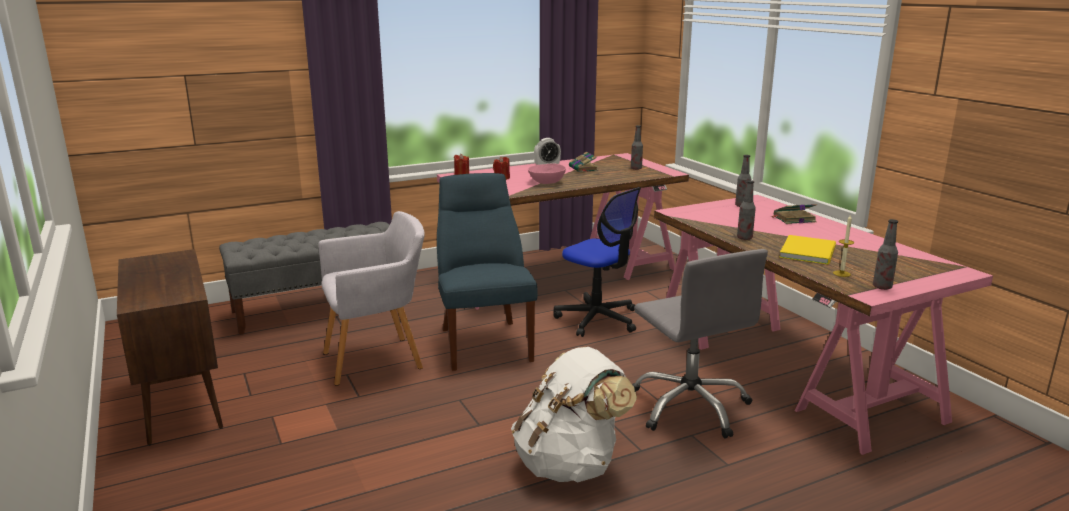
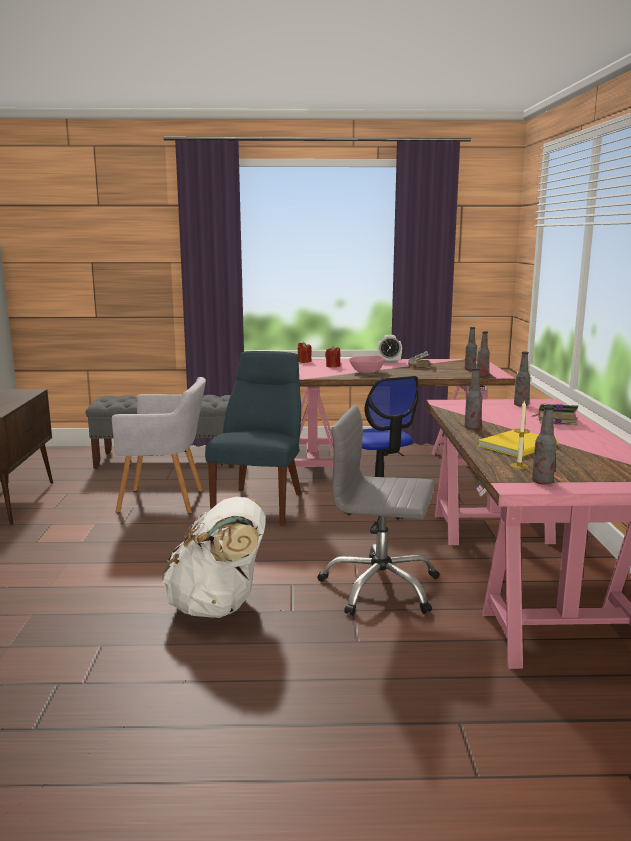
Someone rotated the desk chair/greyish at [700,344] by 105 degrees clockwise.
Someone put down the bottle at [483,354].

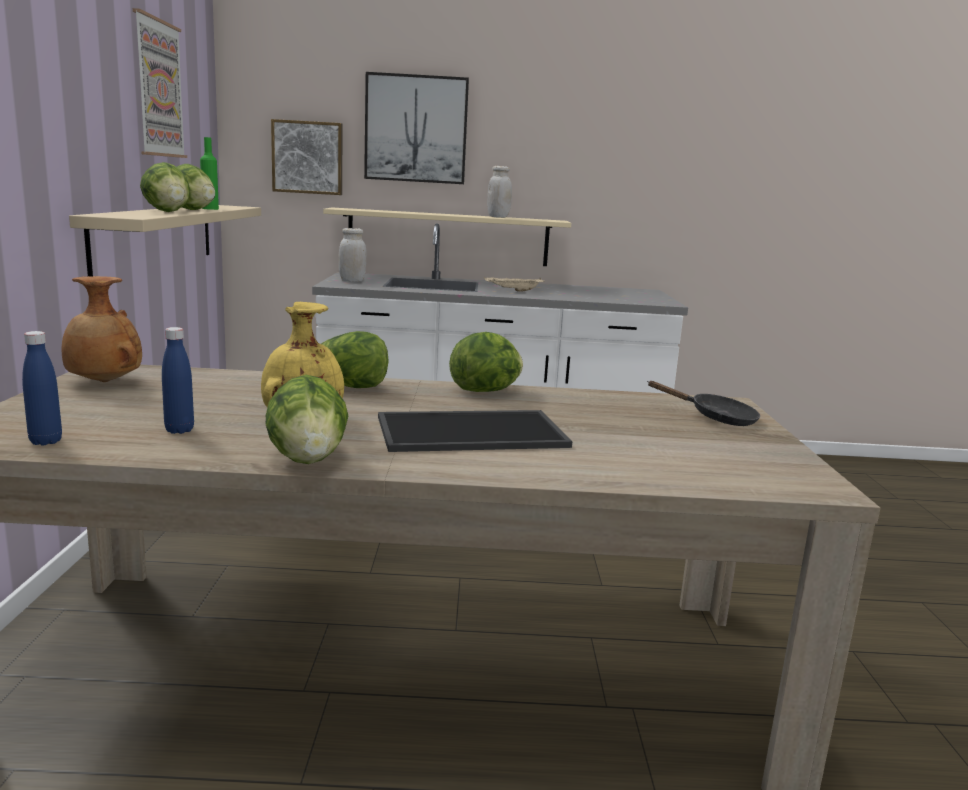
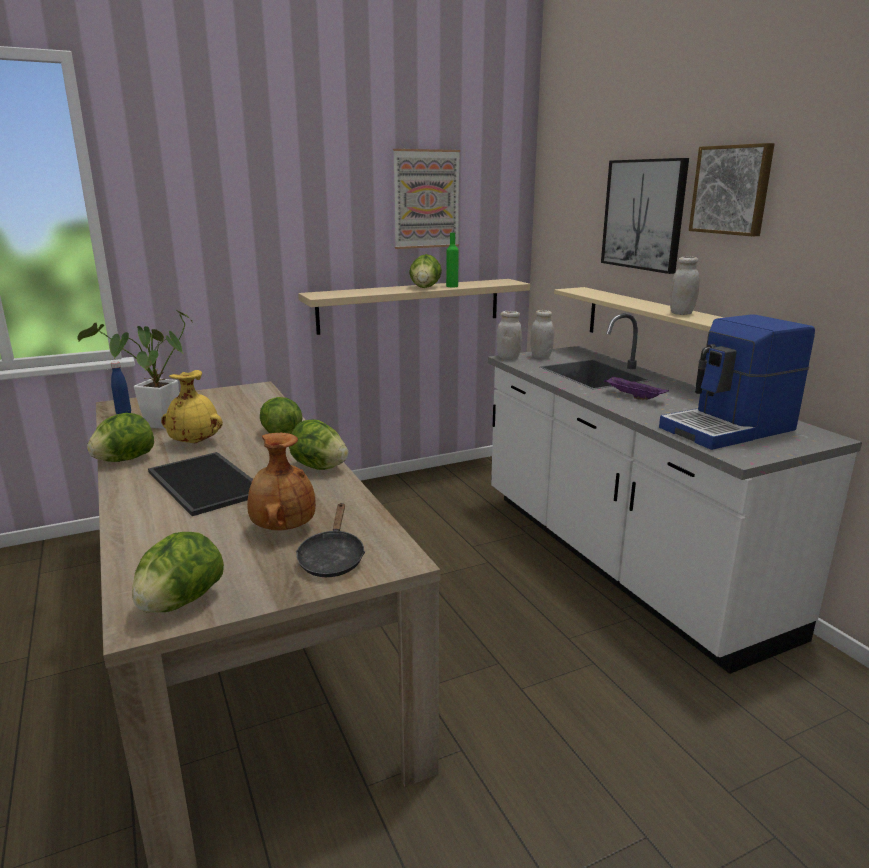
Someone carried the flower vase/brown from [102,329] to [281,482].
Someone carried the head of lettuce from [165,187] to [178,572].
Someone swapped the bottle/blue-coloured at [178,380] for the plant in a pot at [135,369].
Someone carried the wall picture from [307,157] to [732,190].
Someone repainted the carrying tray/sand-coloured at [514,284], which became the carrying tray/purplish at [636,388].
Someone put down the storage jar/white-coloured at [509,335].
Someone put down the coffee brewer at [737,382].

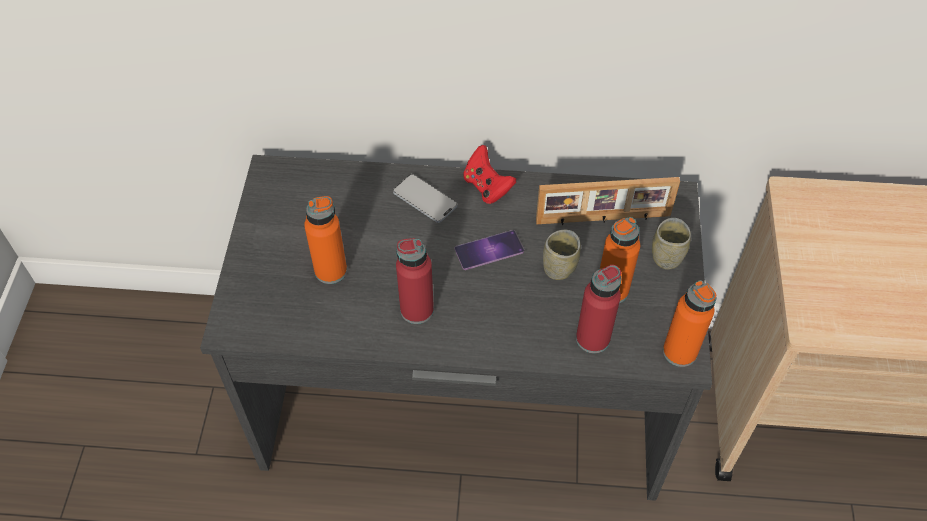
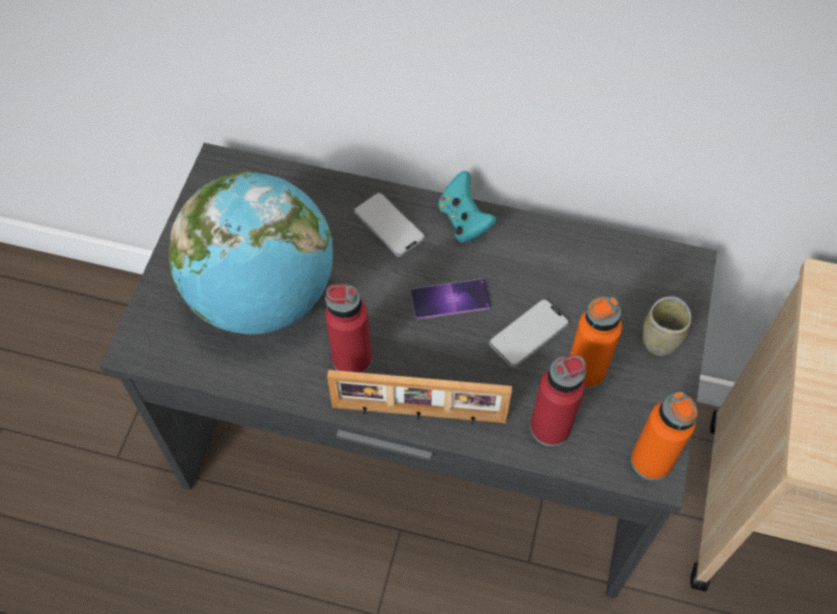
Someone swapped the bottle/orangey at [325,240] for the world globe at [251,253].
Someone repainted the game controller/reddish at [489,174], which became the game controller/turquoise-coloured at [467,207].
Someone carried the standing frame from [608,201] to [419,397].
Someone swapped the small cup at [561,255] for the telephone at [529,333].

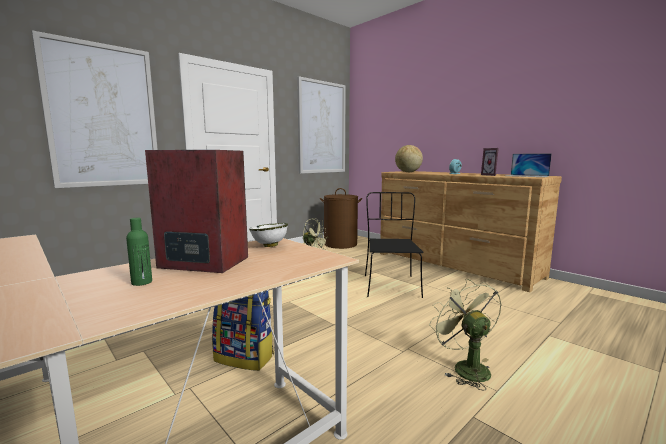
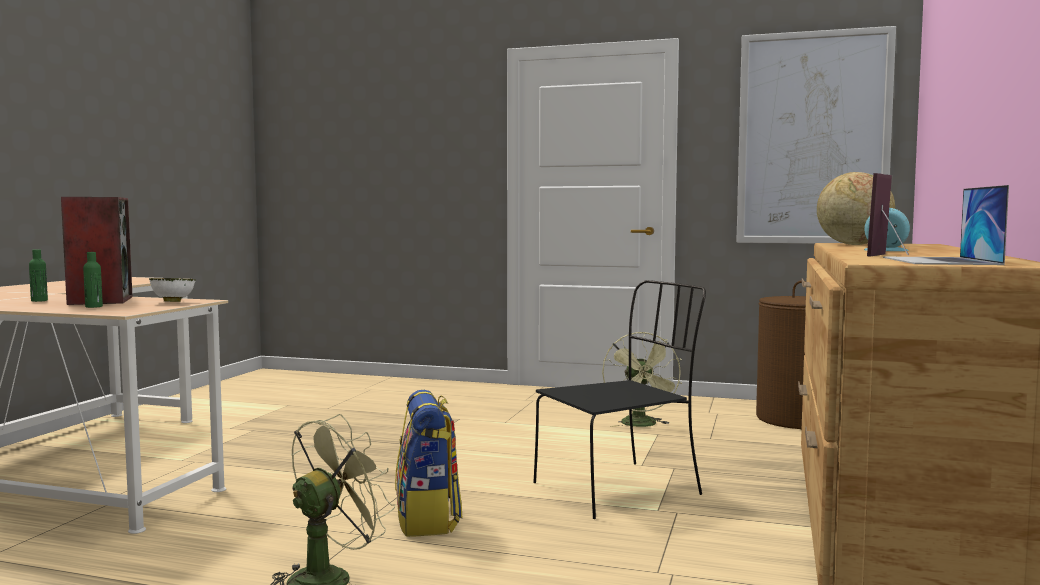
Someone took away the wall picture at [95,109].
Someone carried the knapsack from [243,331] to [428,463].
Someone put down the bottle/green at [93,280].

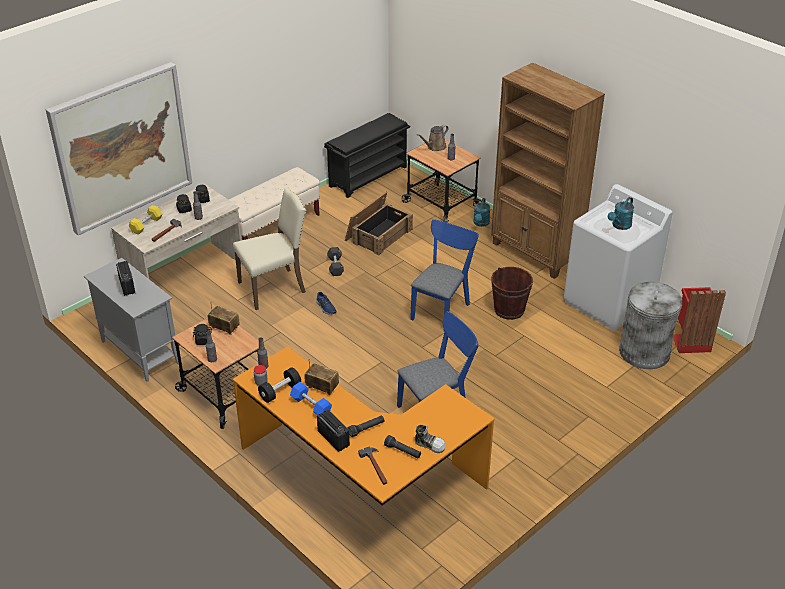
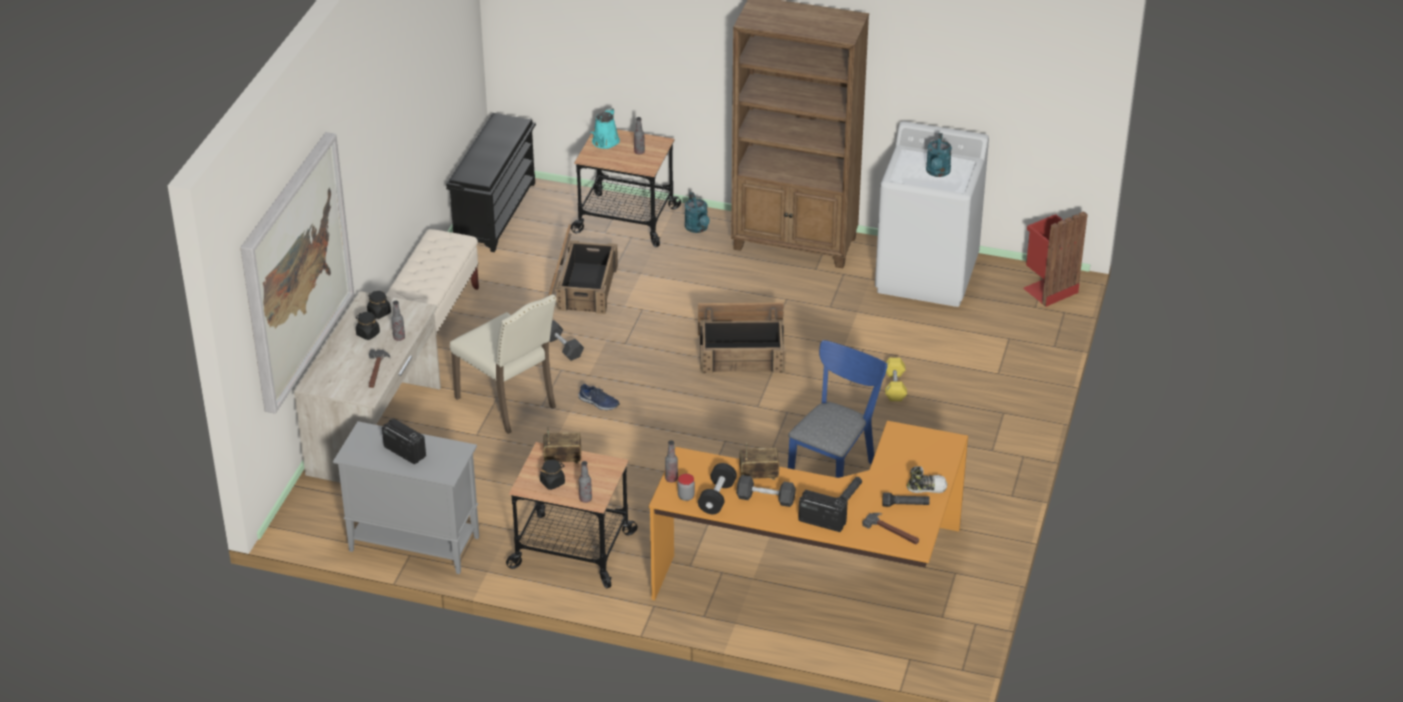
Someone carried the hand weight/yellow from [145,220] to [896,379].
Someone rotated the upright chair/sand-coloured at [269,248] by 105 degrees clockwise.
Someone repainted the hand weight/blue-coloured at [311,399], which became the hand weight/blackish at [766,491].
Someone swapped the upright chair/blue-coloured at [444,275] for the packing crate at [741,338].
Someone repainted the watering can/brown at [432,138], which became the watering can/turquoise-coloured at [605,128].
Someone took away the water bucket/brown at [512,293].
Someone took away the waste bin/greyish at [650,325].

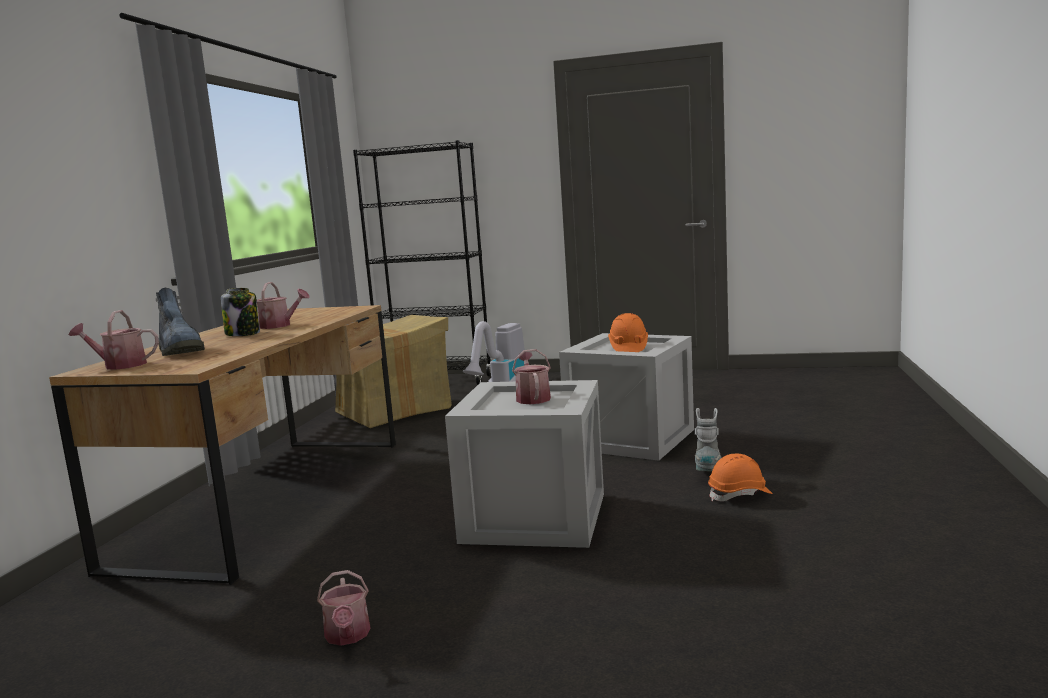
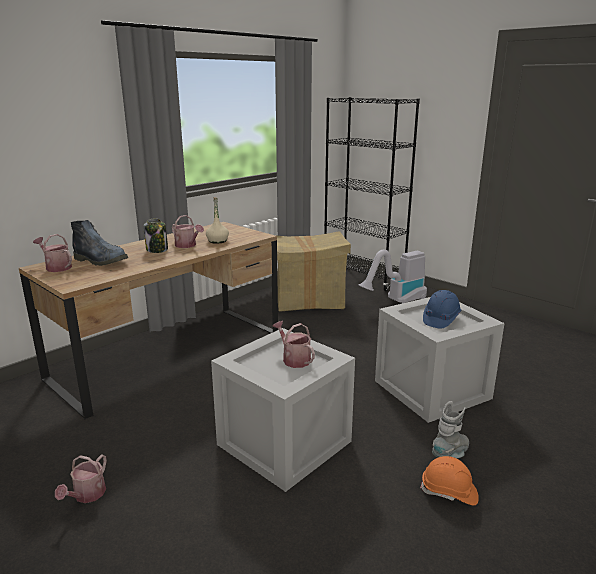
Someone rotated the high-top boot at [180,322] by 60 degrees counterclockwise.
Someone rotated the watering can at [531,376] by 60 degrees counterclockwise.
Someone repainted the safety helmet/orangey at [628,332], which became the safety helmet/blue-coloured at [442,309].
Someone put down the bottle/sand-coloured at [217,220].

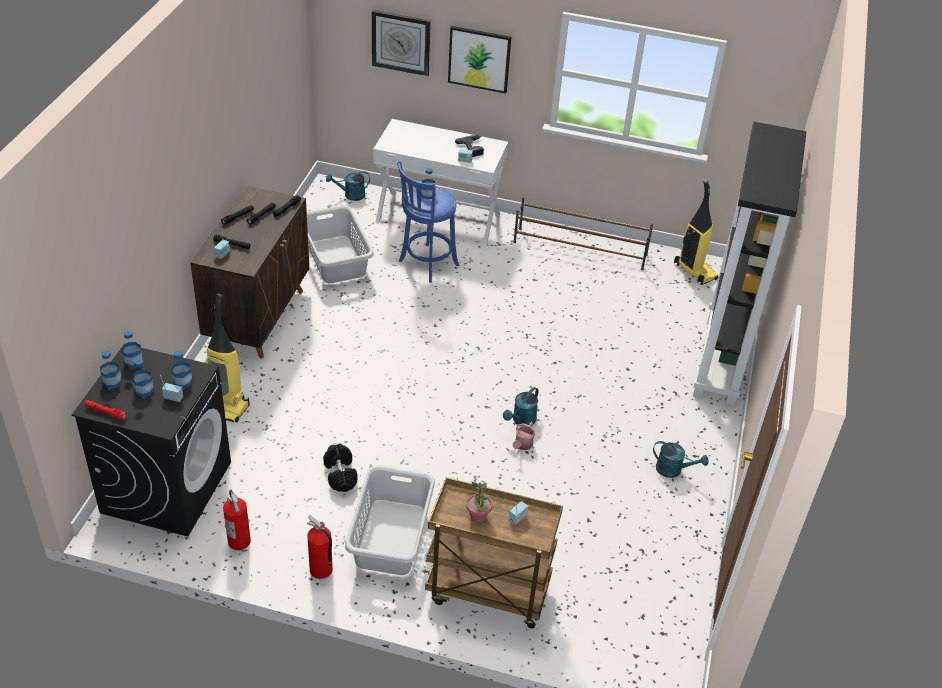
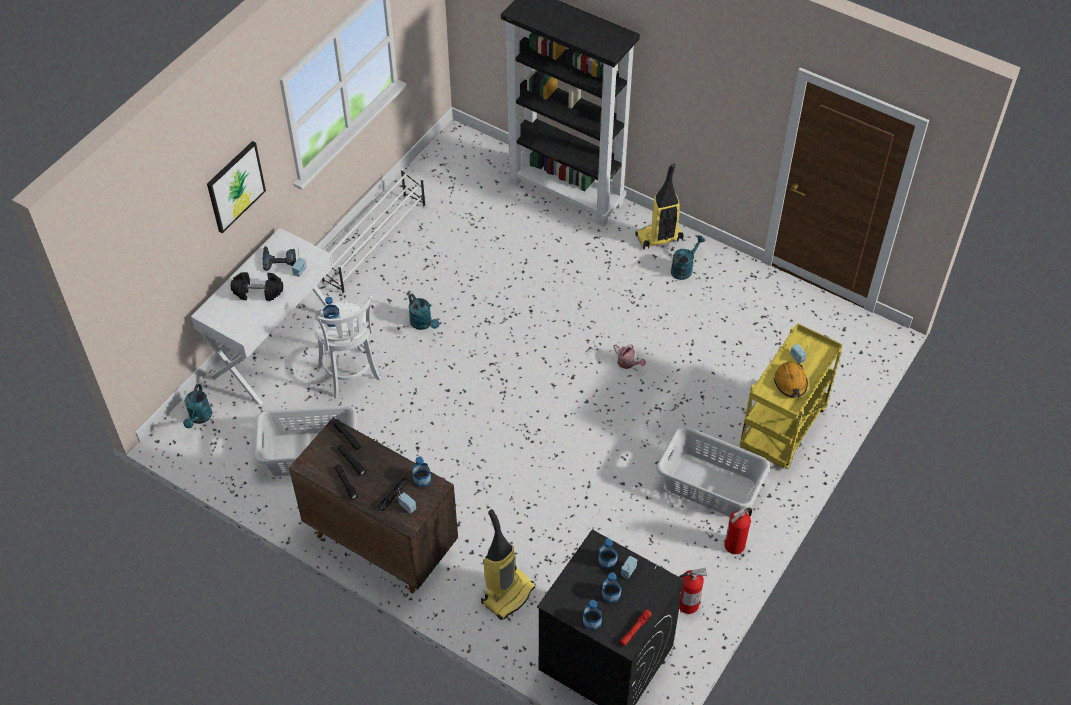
Someone carried the bottle from [132,349] to [421,471].
Someone carried the hand weight/blackish from [340,468] to [257,286].
Someone took away the clock on the wall at [401,43].
Someone repainted the sitting stool/blue-coloured at [428,222], which became the sitting stool/white-coloured at [347,347].
Someone repainted the cart/brown at [494,552], which became the cart/yellow at [791,396].
Someone swapped the plant in a pot at [479,502] for the safety helmet/orangey at [791,380].
Someone carried the watering can/turquoise-coloured from [521,406] to [423,312].
Someone repainted the shoe shelf/brown at [583,233], which became the shoe shelf/white-coloured at [374,231].
Someone carried the vacuum from [696,232] to [659,206].

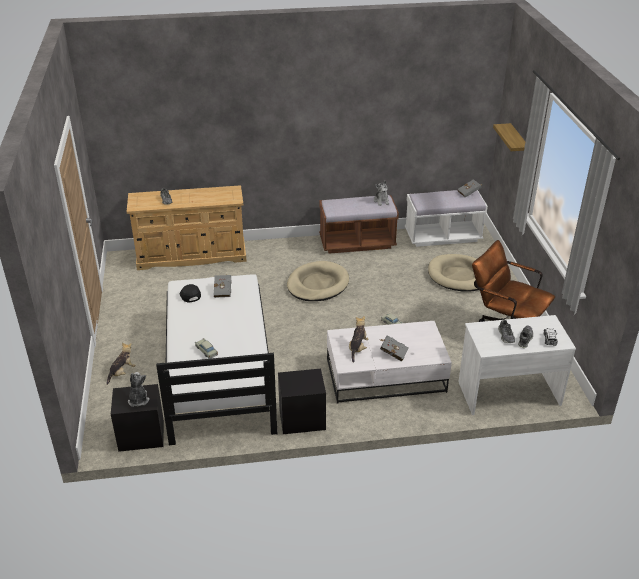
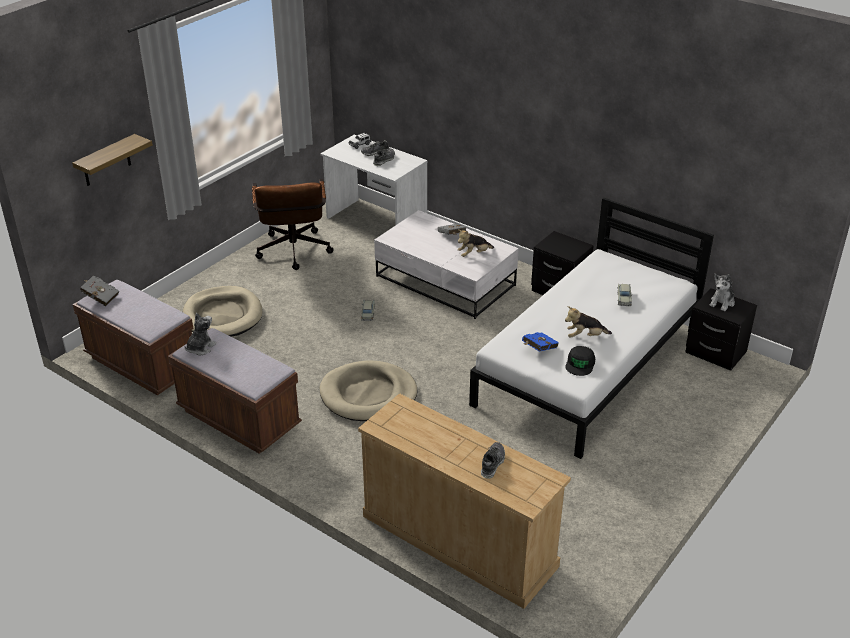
Someone carried the soft toy from [121,364] to [588,322].
Someone repainted the book/greyish at [223,286], which became the book/blue-coloured at [540,341].
Someone repainted the indoor bench/white-coloured at [446,218], which became the indoor bench/brown at [133,337].

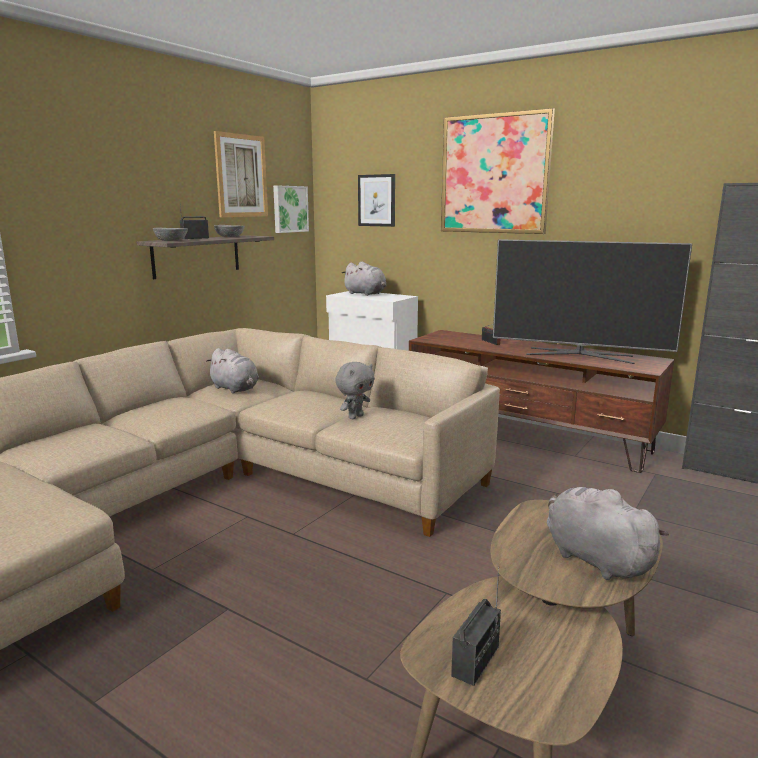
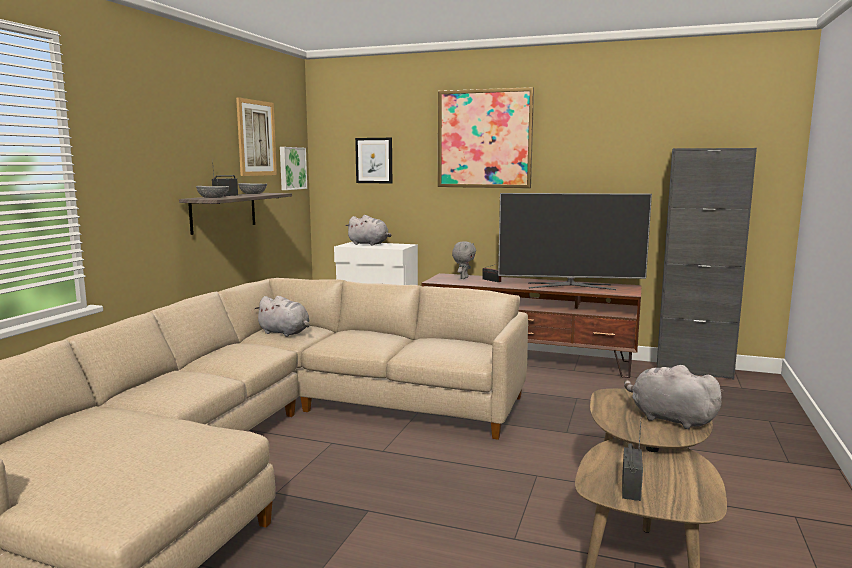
Someone carried the soft toy/greyish from [355,390] to [464,260].

